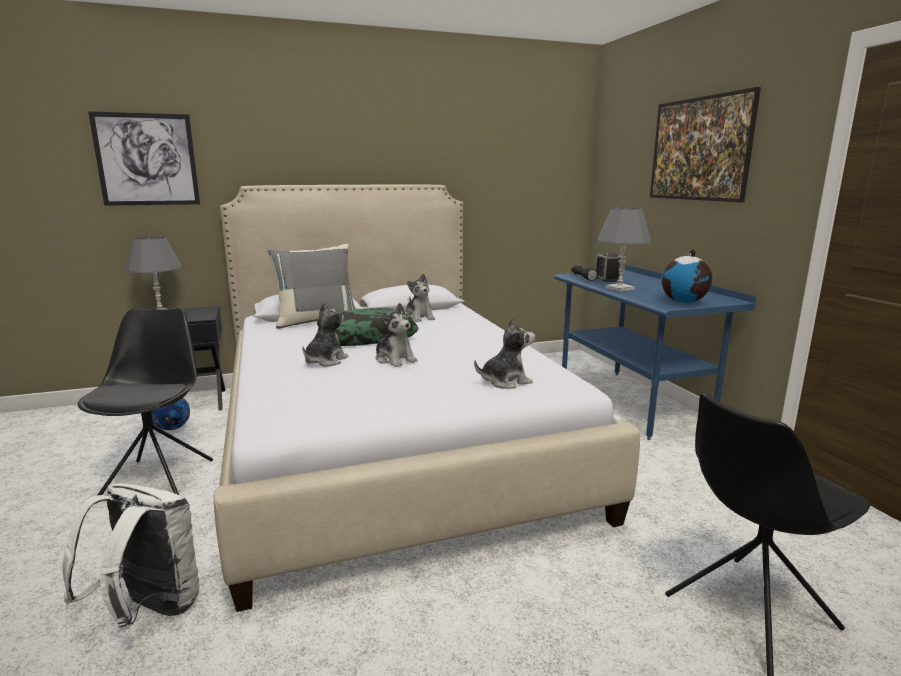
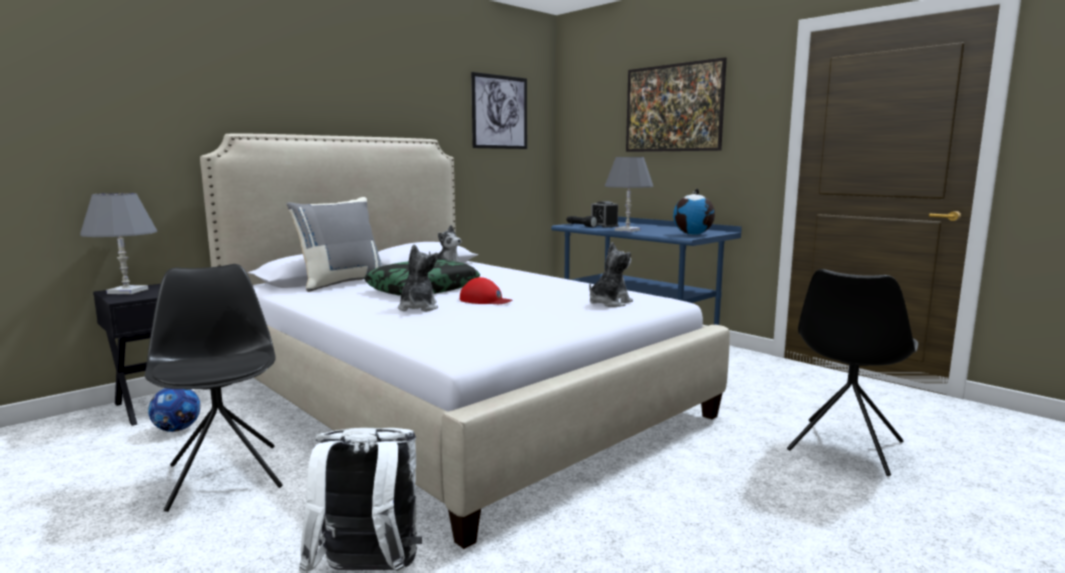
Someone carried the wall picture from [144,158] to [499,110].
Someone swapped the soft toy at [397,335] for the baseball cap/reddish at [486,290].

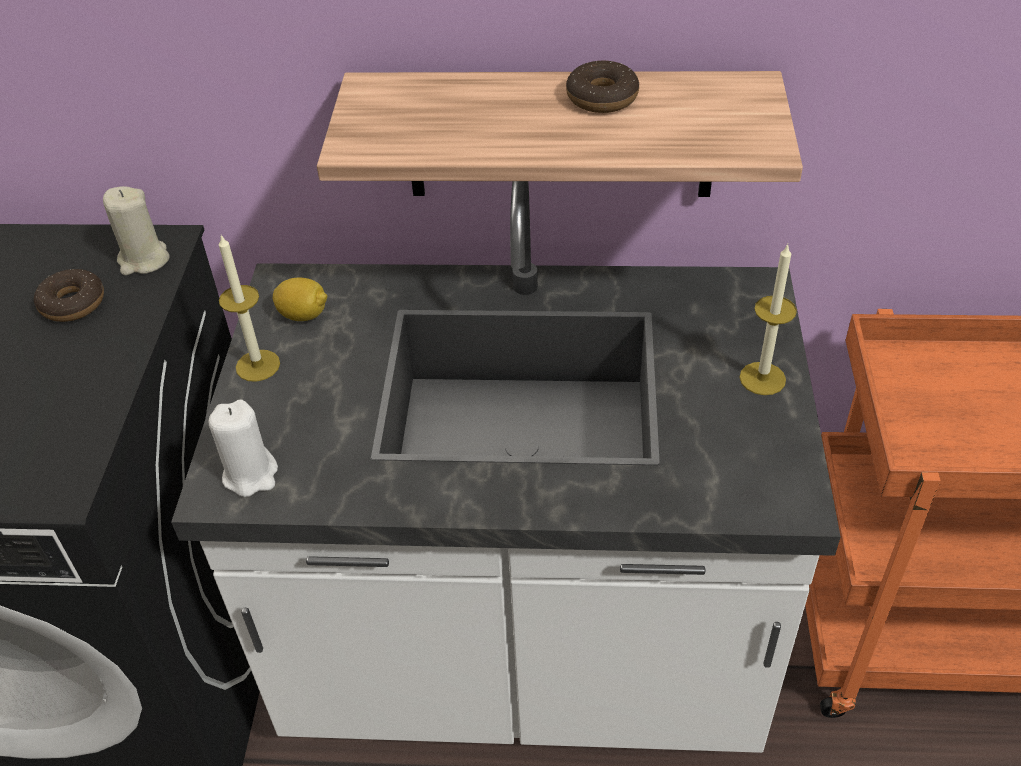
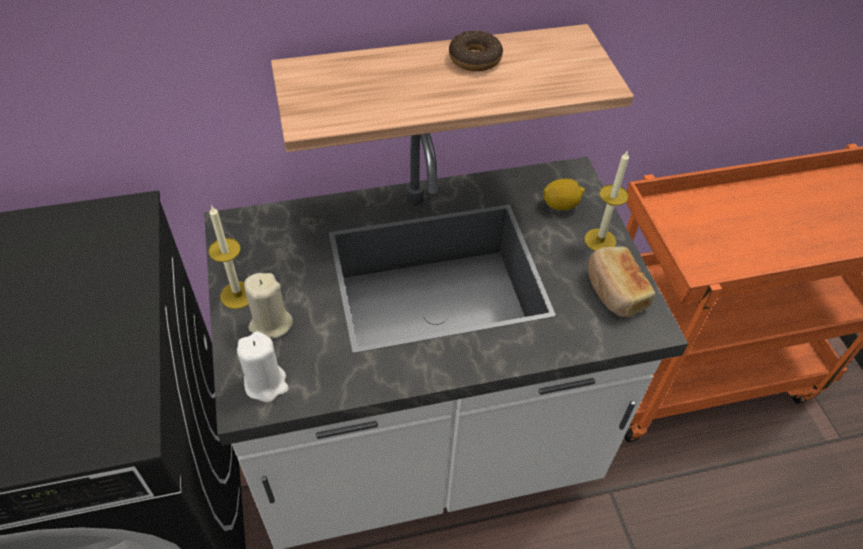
Someone took away the donut at [69,295].
Someone carried the wax light/sand-coloured from [136,230] to [268,305].
Someone carried the citrus fruit from [300,299] to [564,194].
Someone put down the baked bread at [621,282].

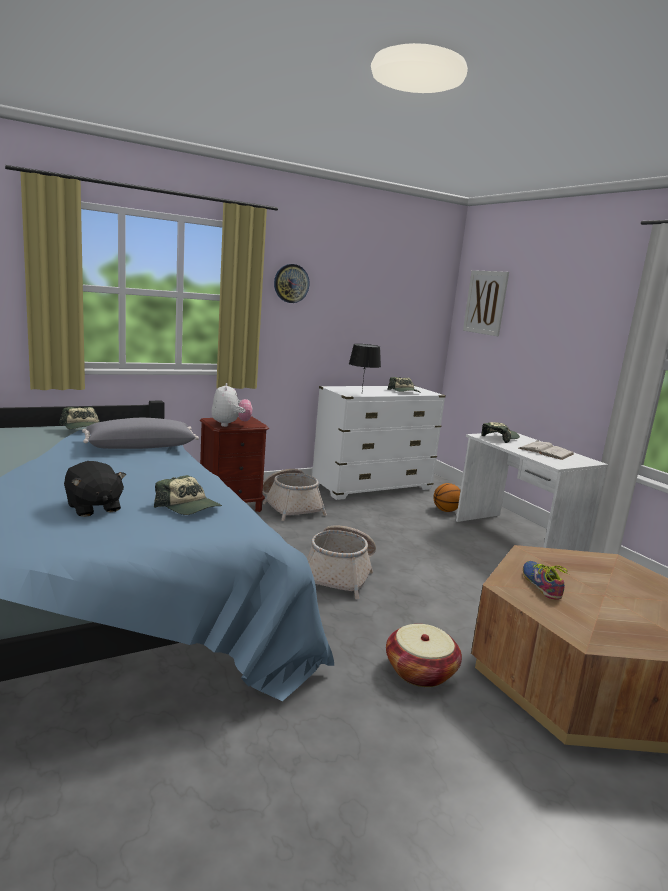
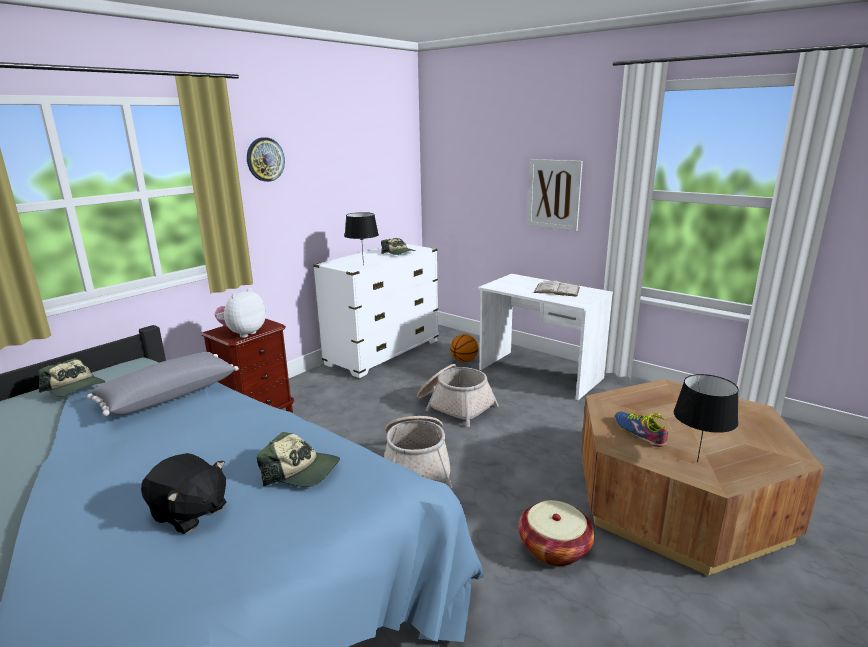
Someone rotated the soft toy at [231,405] by 120 degrees counterclockwise.
Someone carried the household basket from [295,495] to [458,395].
Someone carried the wall picture from [486,303] to [555,195].
Someone took away the baseball cap at [500,432].
Someone put down the lamp for a table/blackish at [706,418].

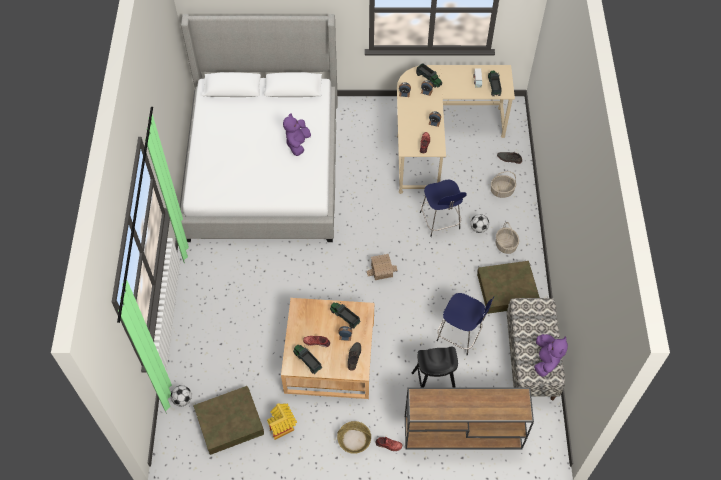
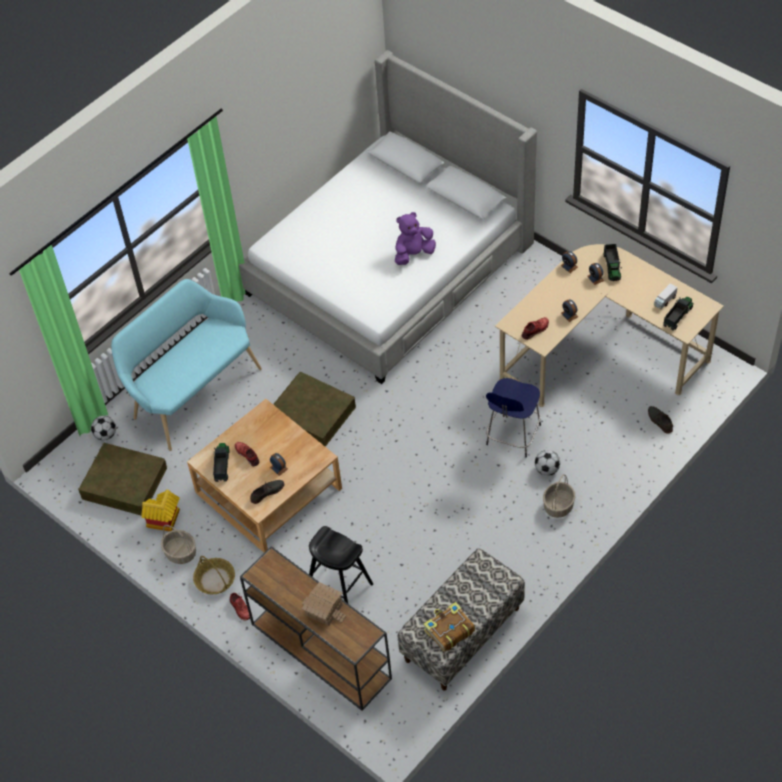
Someone took away the toy truck at [345,315].
Someone carried the model house from [382,267] to [324,604].
Someone took away the sitting stool/blue-coloured at [465,324].
Someone carried the storage bin/brown from [508,287] to [314,409].
Someone carried the household basket from [503,184] to [178,544].
Someone swapped the soft toy/purplish at [551,355] for the book at [449,627].
Someone put down the indoor bench/turquoise-coloured at [186,365].

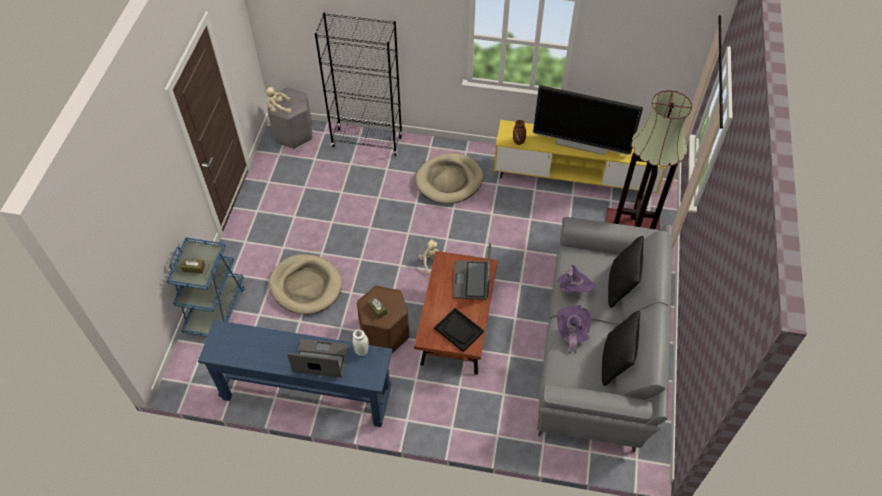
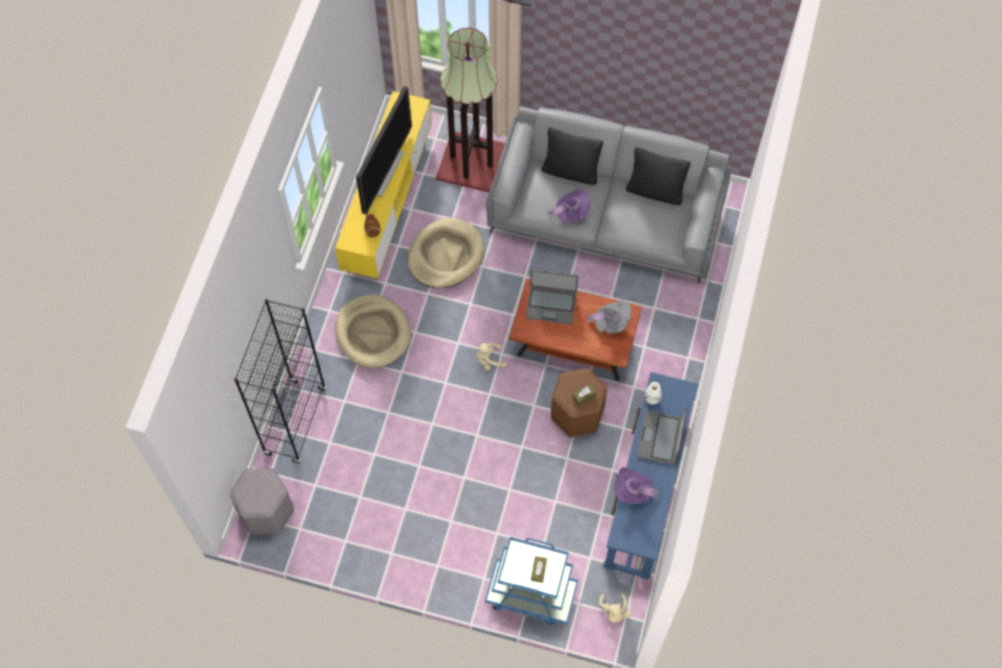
Someone carried the soft toy/sand-coloured from [278,100] to [615,608].
Someone carried the pet bed/sand-coloured from [305,284] to [446,253].
Someone swapped the carrying tray/blackish at [459,330] for the wearable hat/greyish at [609,316].
Someone carried the wearable hat/purplish from [574,329] to [637,485].

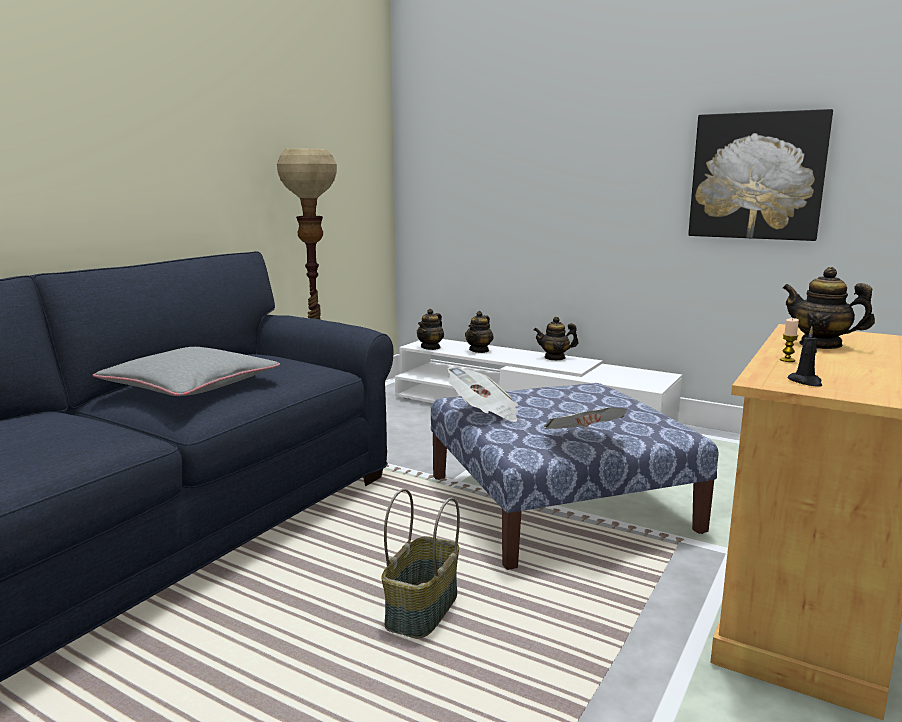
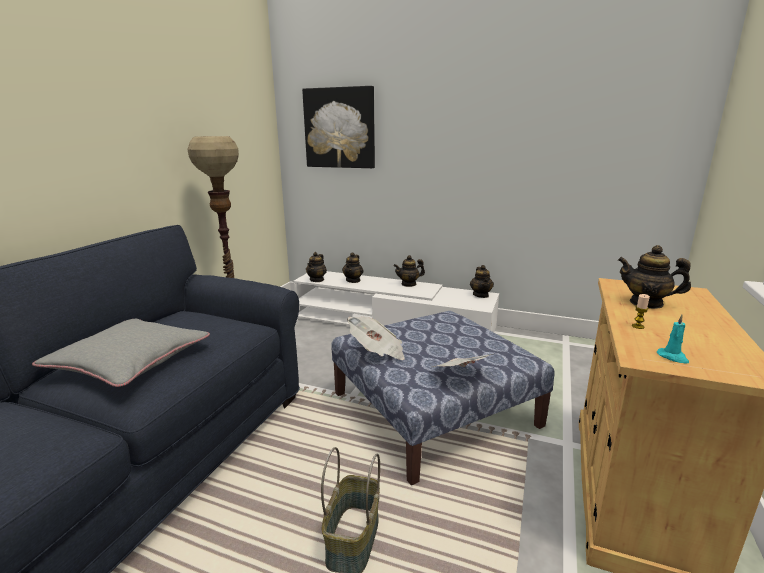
Someone carried the wall picture from [760,175] to [338,127].
Someone repainted the wax light/blackish at [804,357], which became the wax light/turquoise-coloured at [673,339].
Someone put down the pot for tea at [482,281].

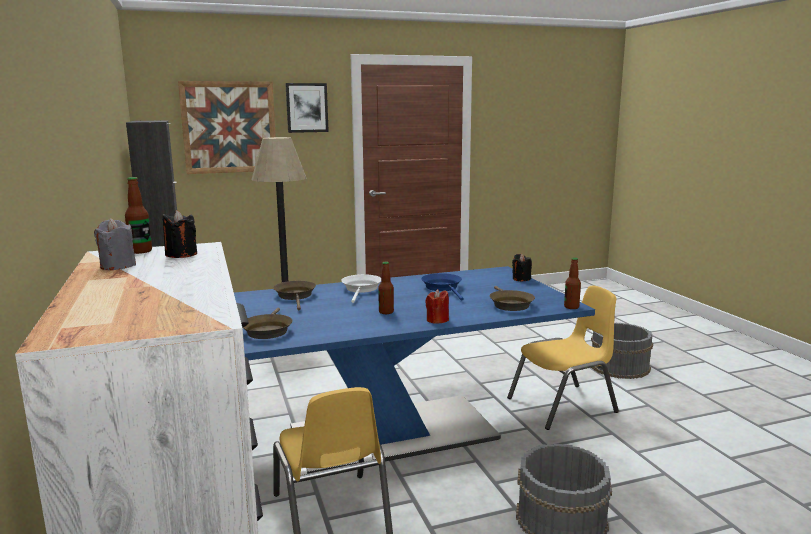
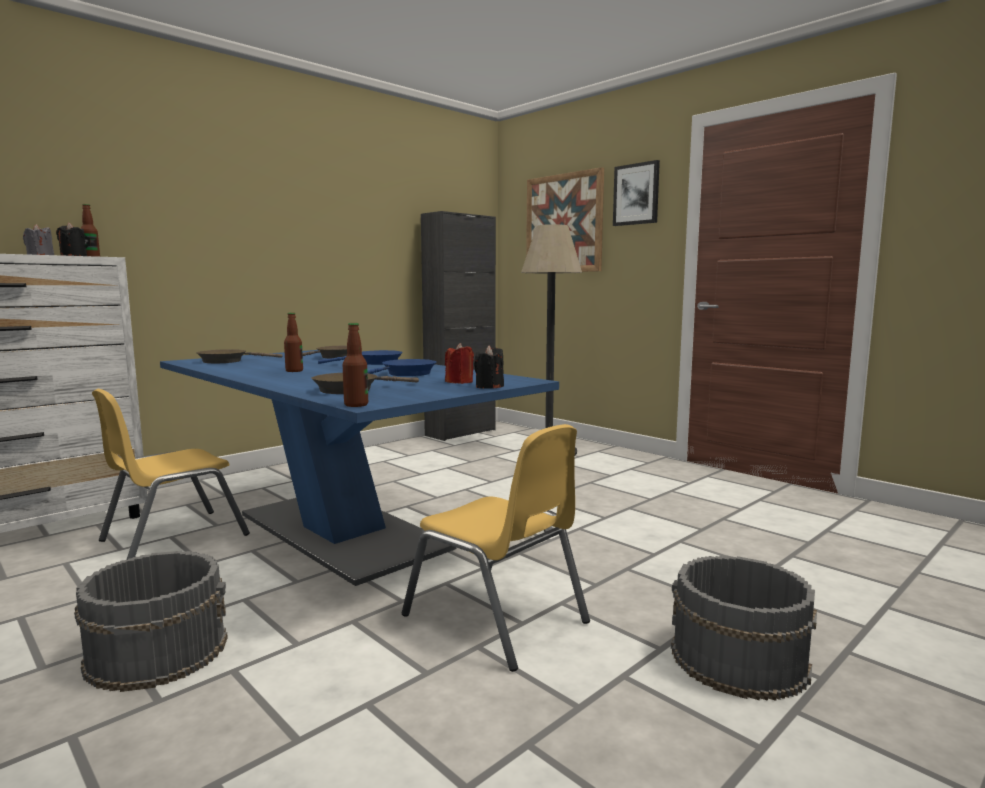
Someone repainted the skillet/white-coloured at [361,288], which became the skillet/blue-coloured at [360,357].
Someone carried the wax light/reddish from [437,306] to [459,363].

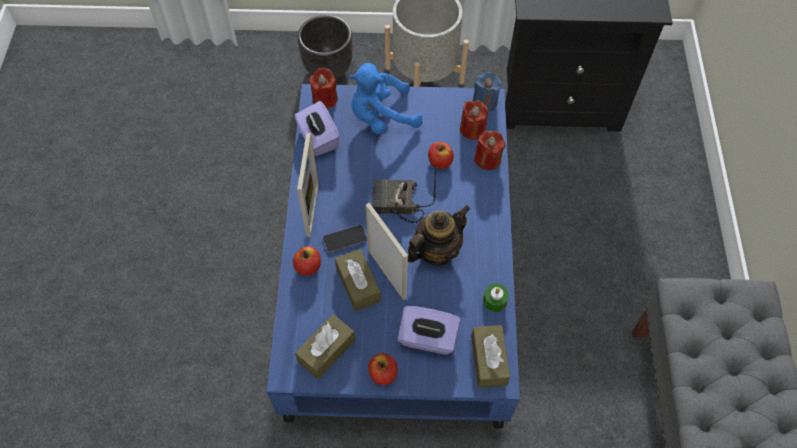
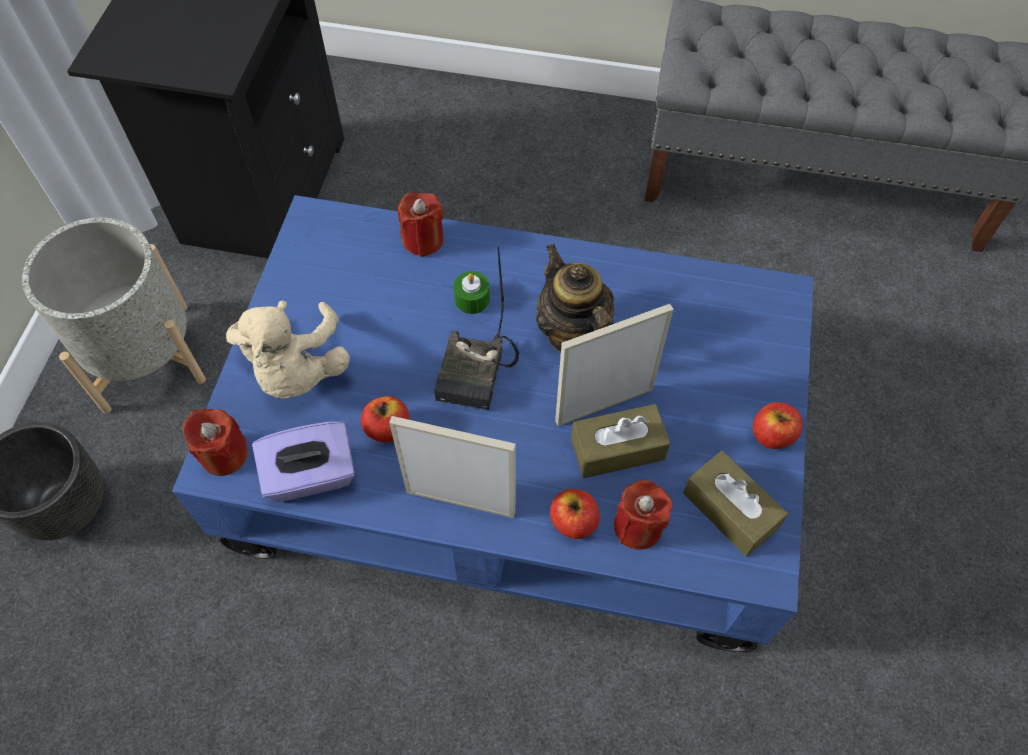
Someone took away the telephone at [345,239].
Someone repainted the soft toy/blue-coloured at [385,98], which became the soft toy/sand-coloured at [288,349].
Someone took away the tissue box/purplish at [428,330].
Someone carried the apple fruit from [441,155] to [385,419].
Someone carried the wax light/reddish from [474,120] to [643,515].
Someone took away the tissue box/brown at [490,356].
Someone took away the wax light/blue-coloured at [487,91].
Someone carried the wax light/green from [496,298] to [472,292].

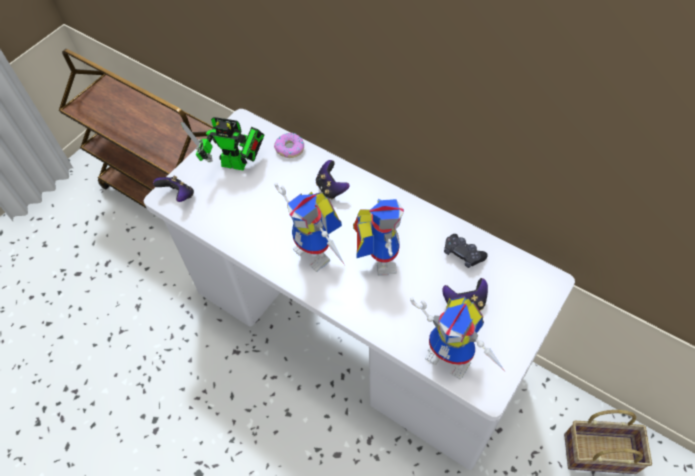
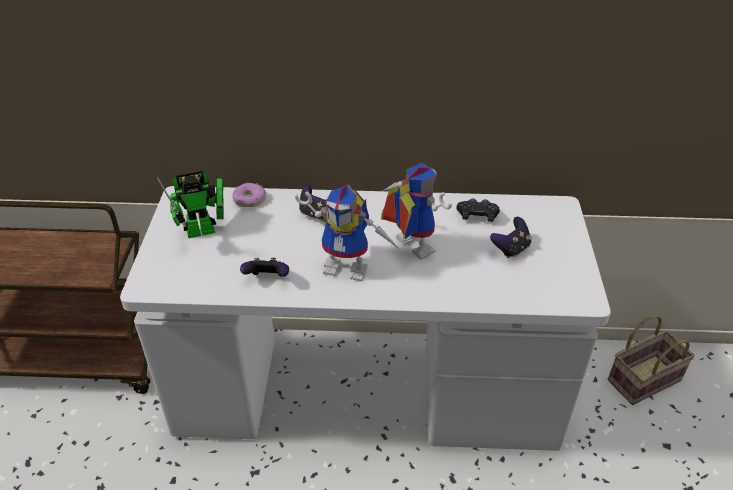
Someone carried the game controller from [173,189] to [264,267].
Someone took away the toy robot at [457,338].

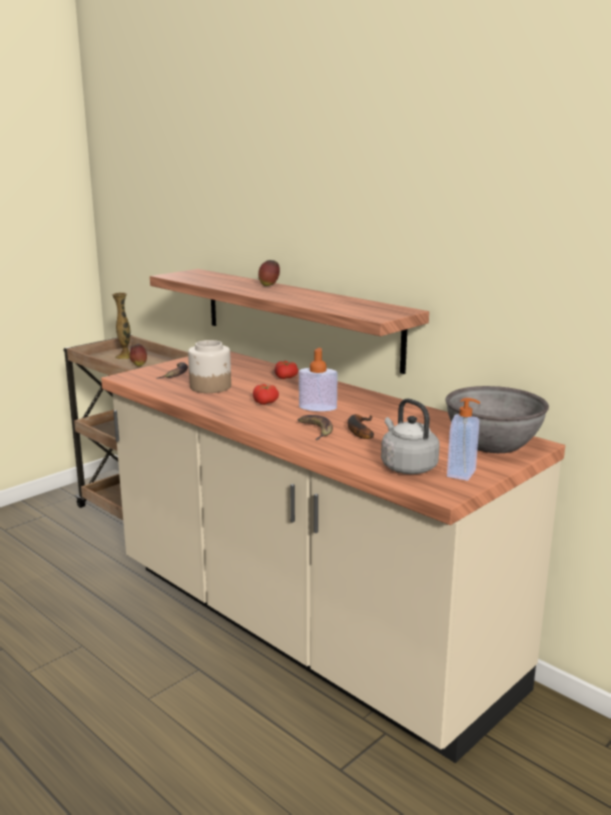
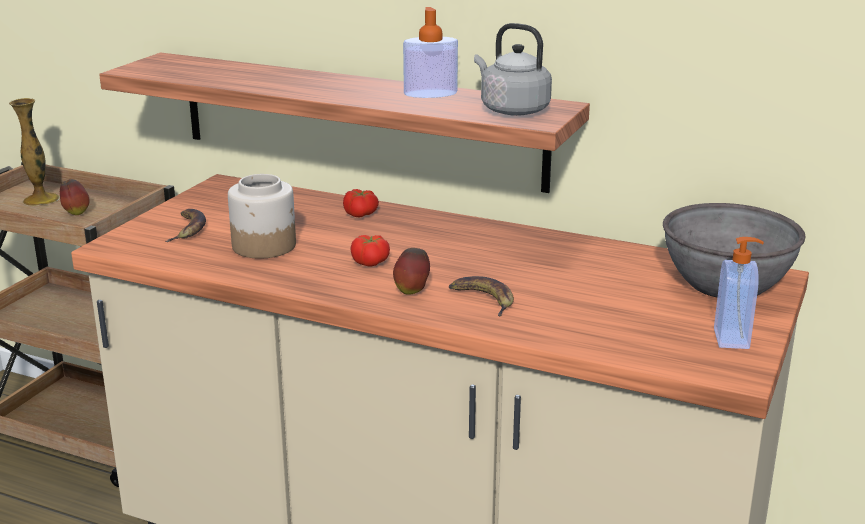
Someone carried the apple fruit from [269,273] to [411,271].
Someone carried the soap bottle from [318,379] to [430,52].
Someone took away the whole banana at [361,426].
Someone carried the water kettle/greyish from [410,436] to [513,69].

